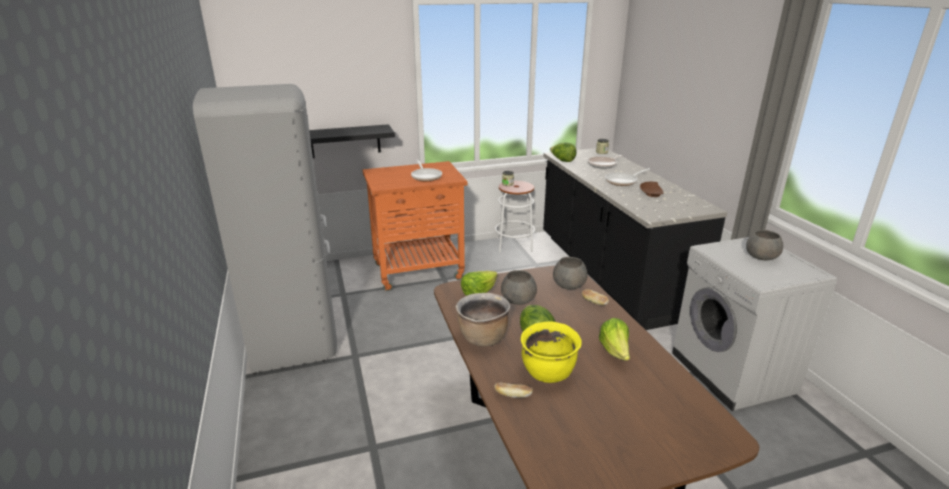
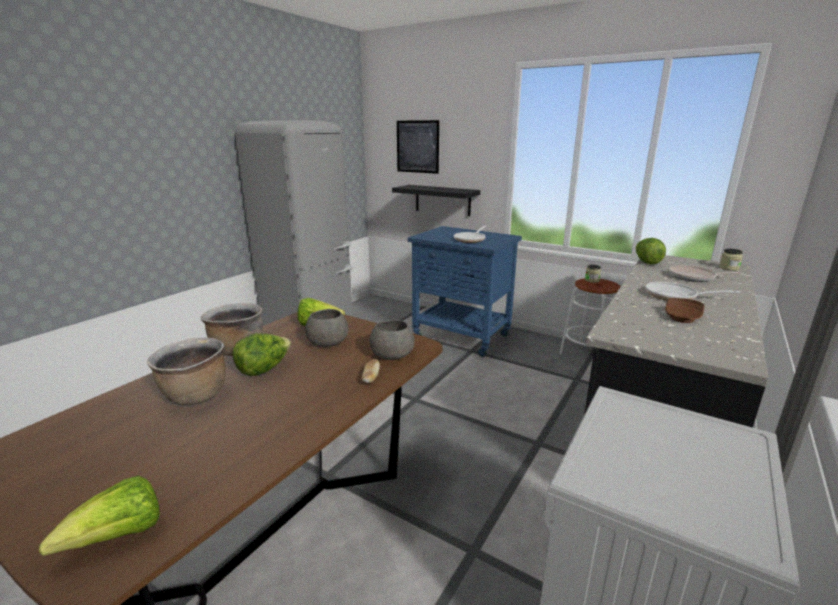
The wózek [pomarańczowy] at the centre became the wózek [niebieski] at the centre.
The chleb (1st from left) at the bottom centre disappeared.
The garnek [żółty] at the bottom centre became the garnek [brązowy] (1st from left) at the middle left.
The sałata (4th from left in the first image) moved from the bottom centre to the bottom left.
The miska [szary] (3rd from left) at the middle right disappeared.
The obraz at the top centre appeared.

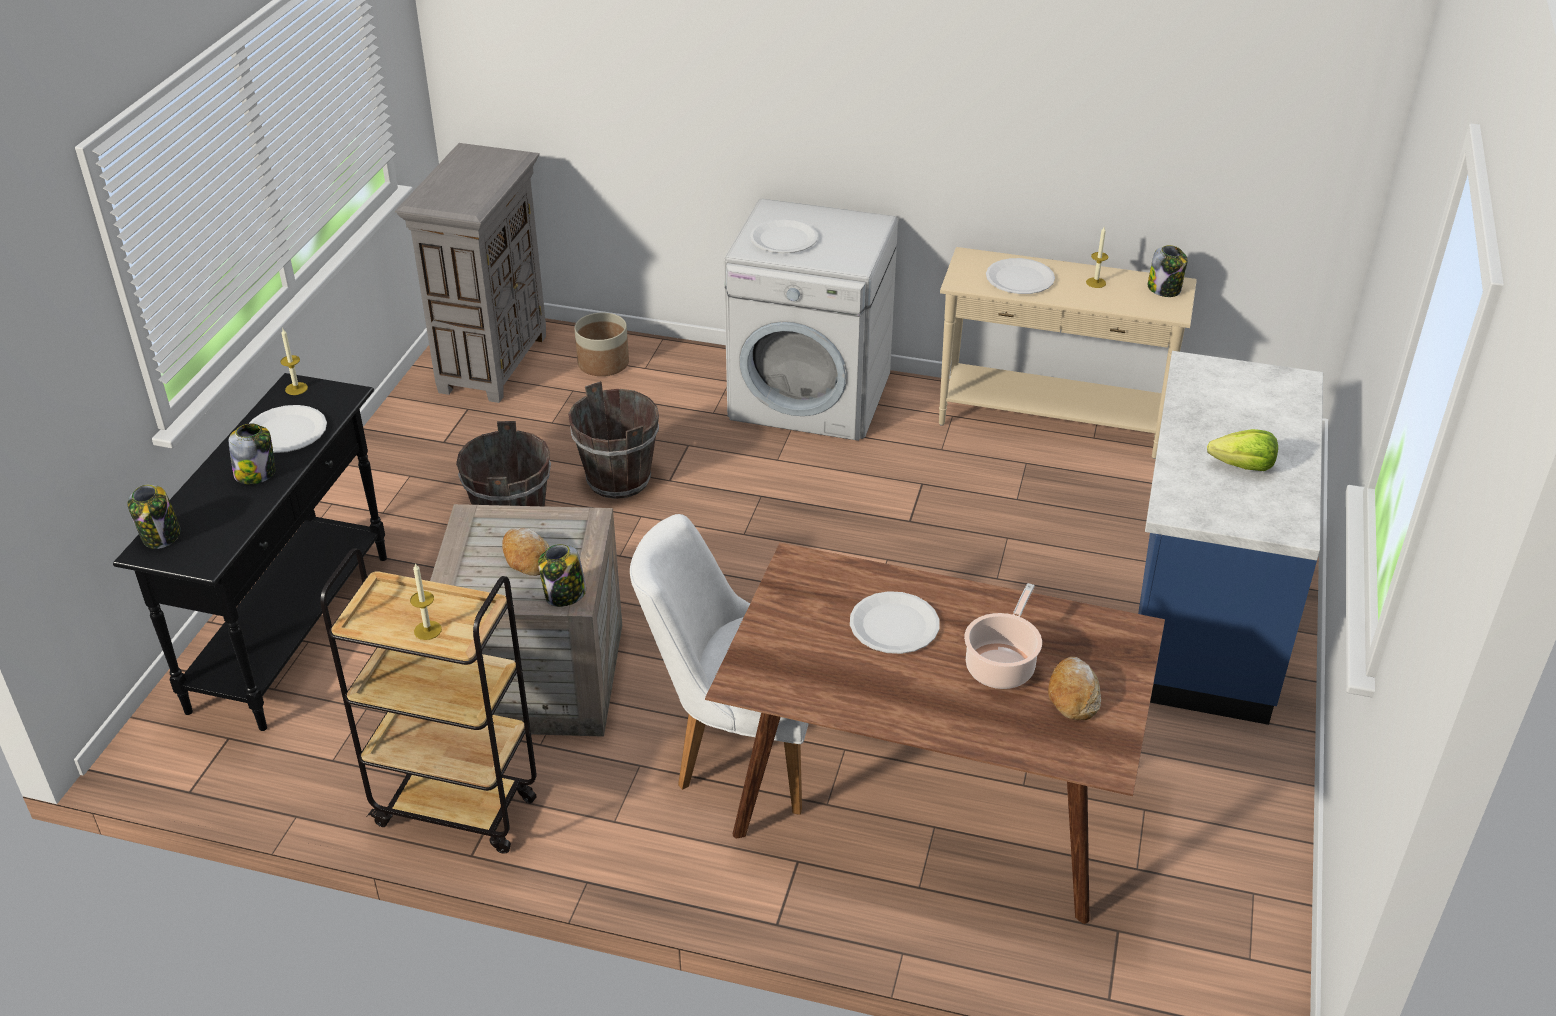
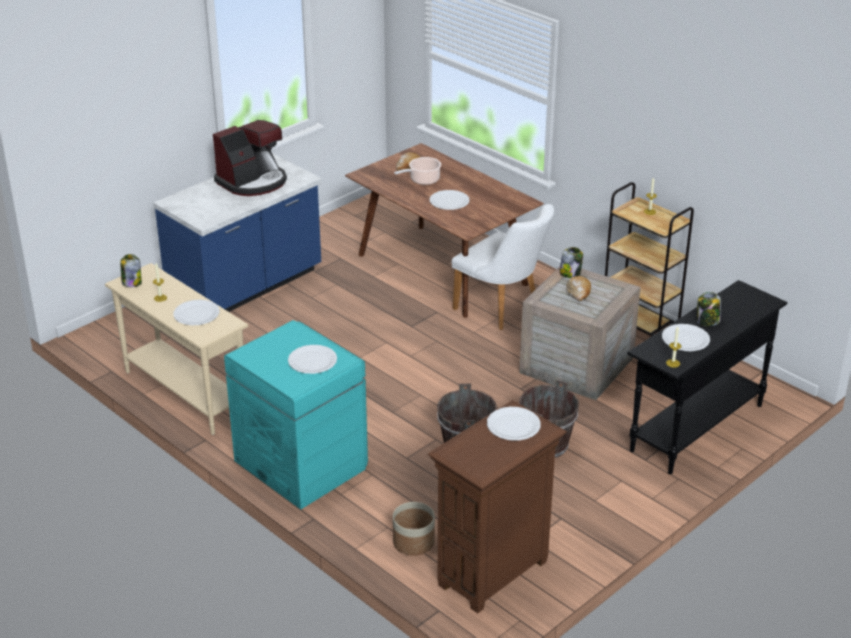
The słoik (1st from left) at the middle left disappeared.
The szafka [szary] at the top left became the szafka [brązowy] at the bottom centre.
The pralka [biały] at the top centre became the pralka [turkusowy] at the centre.
The sałata at the middle right was replaced by the ekspres do kawy at the top left.
The talerz [biały] (4th from left) at the centre appeared.

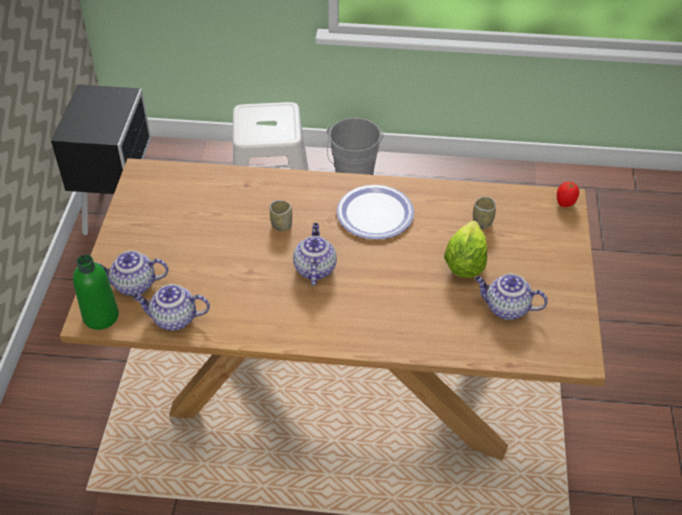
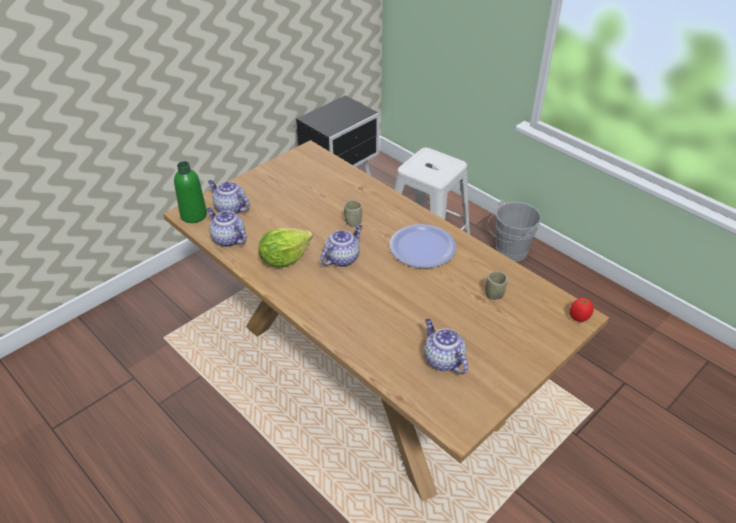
The sałata moved from the middle right to the centre.

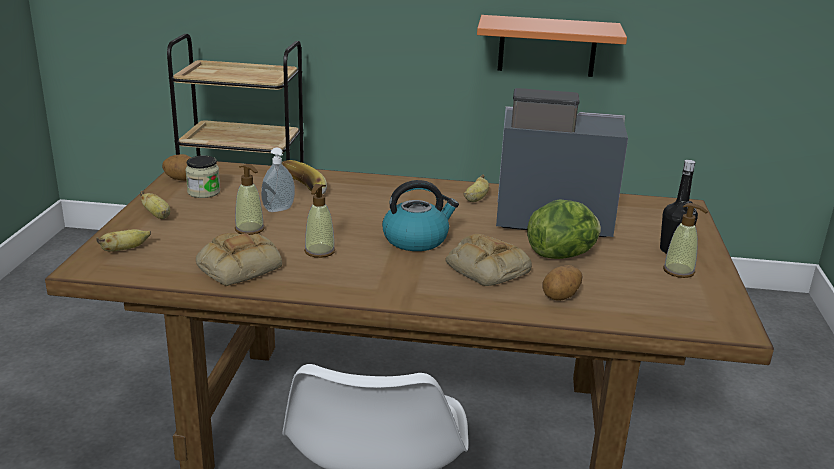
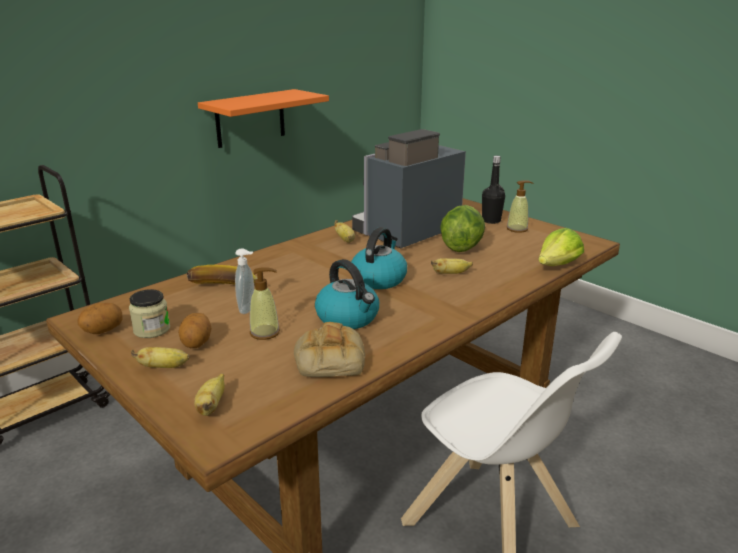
The dozownik mydła (3rd from left) at the centre was replaced by the czajnik (1st from left) at the centre.
The chleb (2nd from left) at the centre was replaced by the banan (5th from left) at the centre.
The ziemniak (2nd from left) moved from the middle right to the middle left.
The sałata (2nd from left) at the middle right appeared.

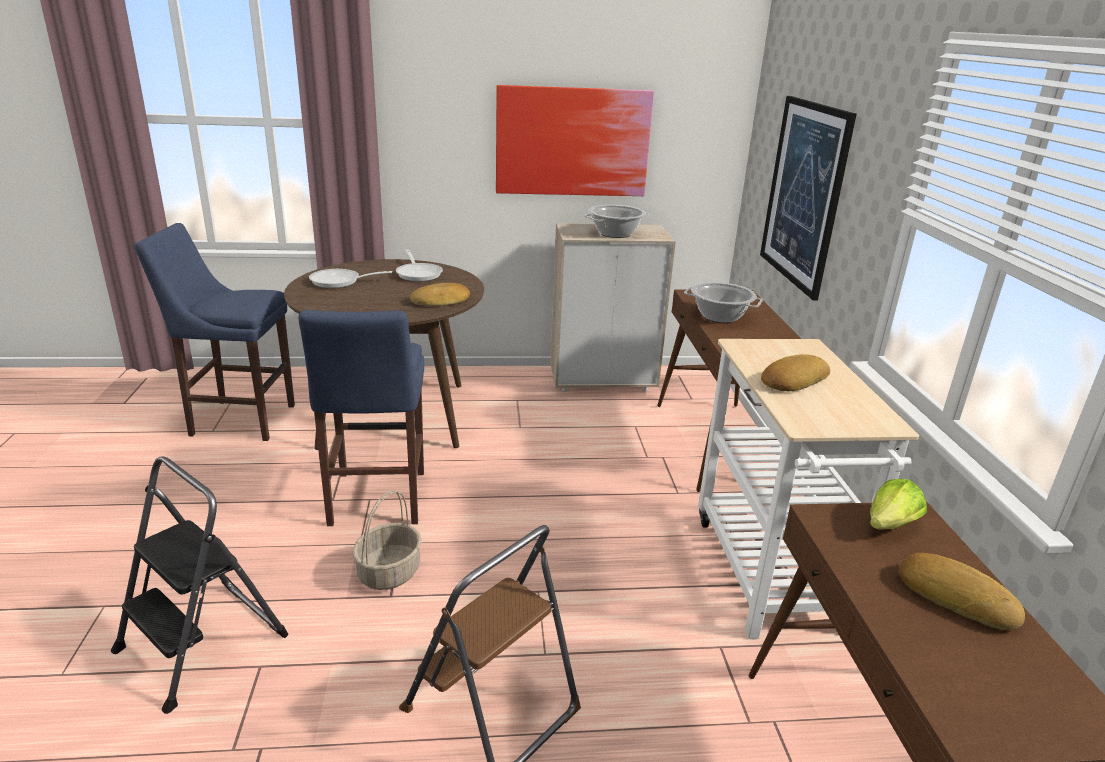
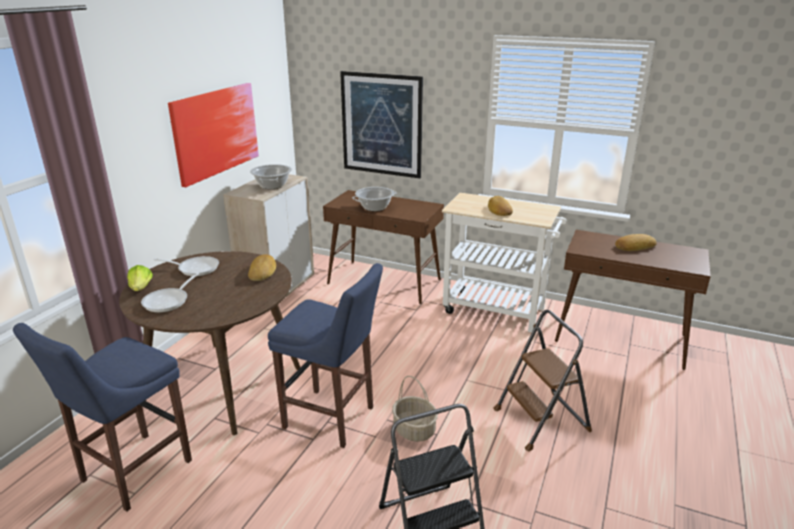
The sałata moved from the middle right to the middle left.

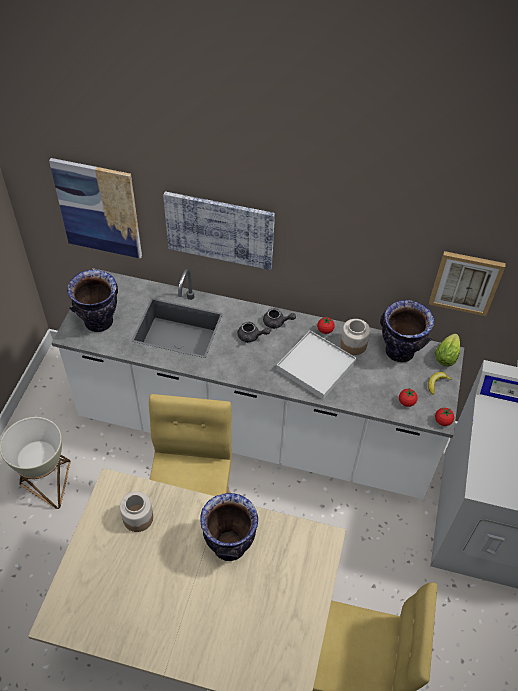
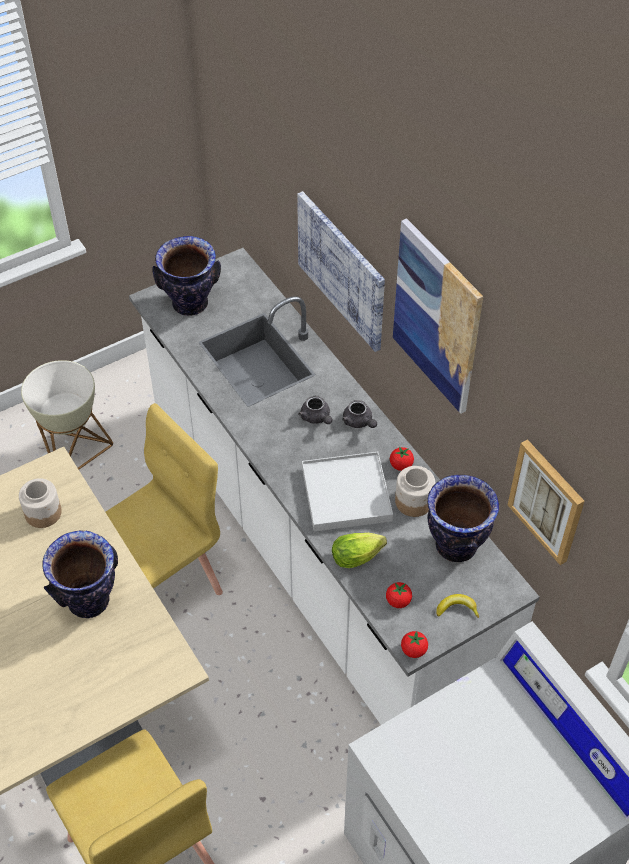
The obraz (1st from left in the first image) moved from the top left to the middle right.
The sałata moved from the middle right to the centre.

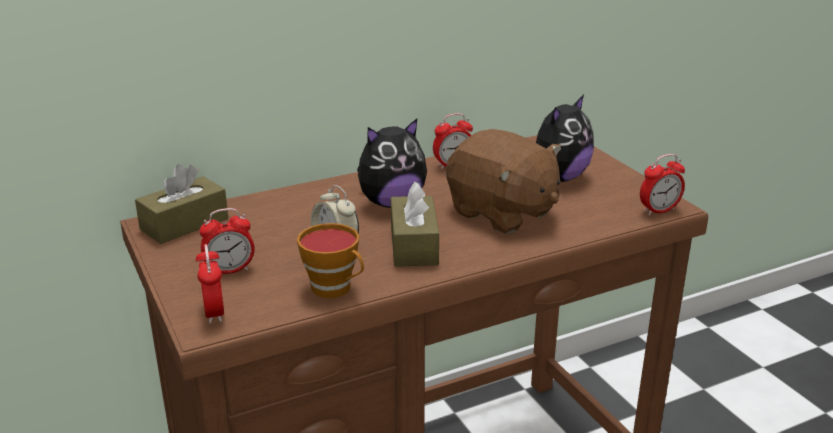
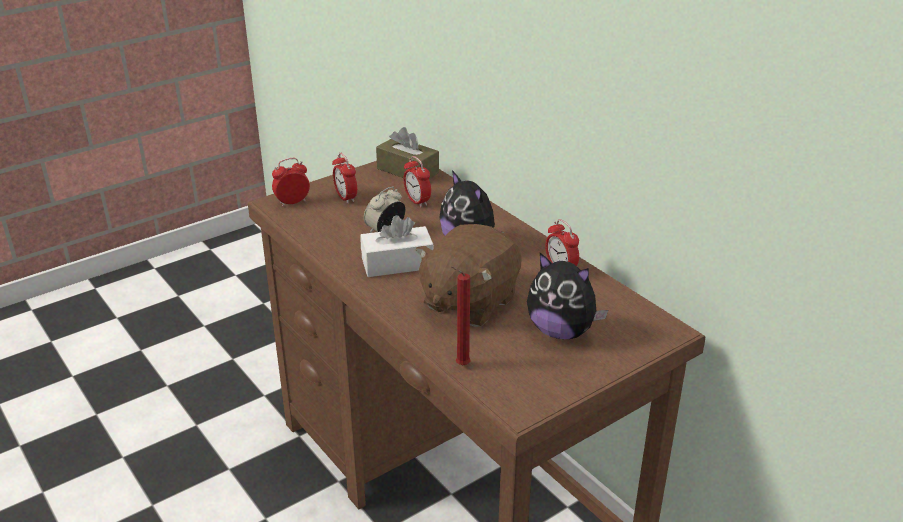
The filiżanka at the centre disappeared.
The pudełko chusteczek [brązowy] (2nd from left) at the centre became the pudełko chusteczek [biały] at the centre.
The budzik (5th from left in the first image) moved from the middle right to the centre.
The świeca [czerwony] at the centre appeared.

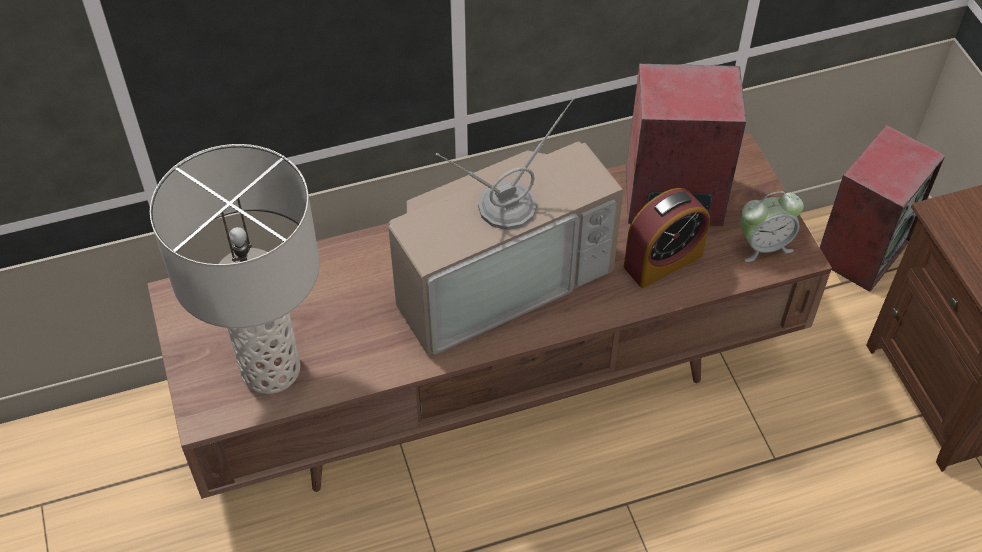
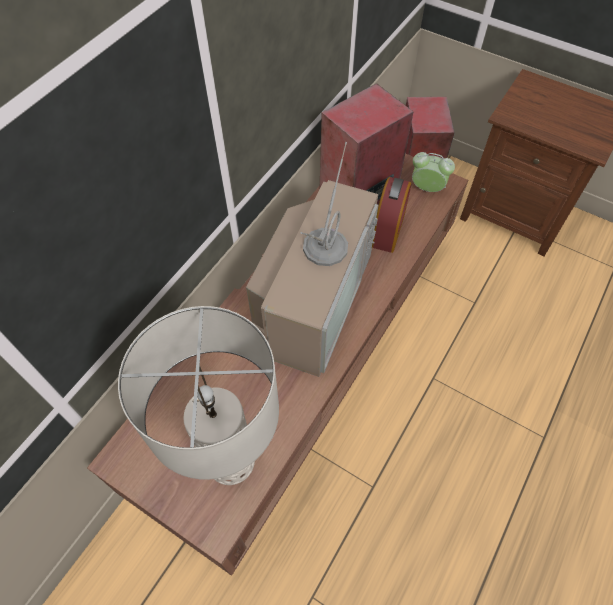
The budzik (2nd from left) at the middle right turned 105 degrees counterclockwise.

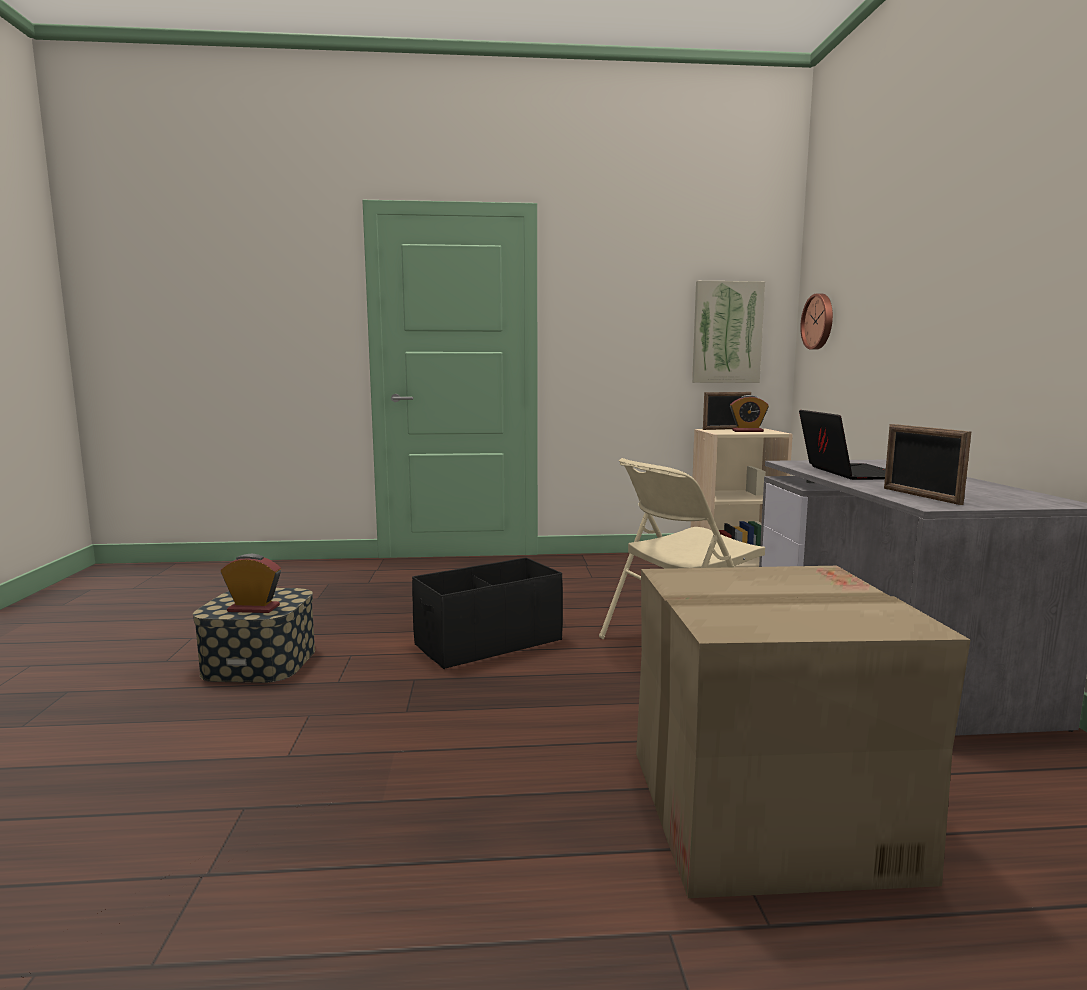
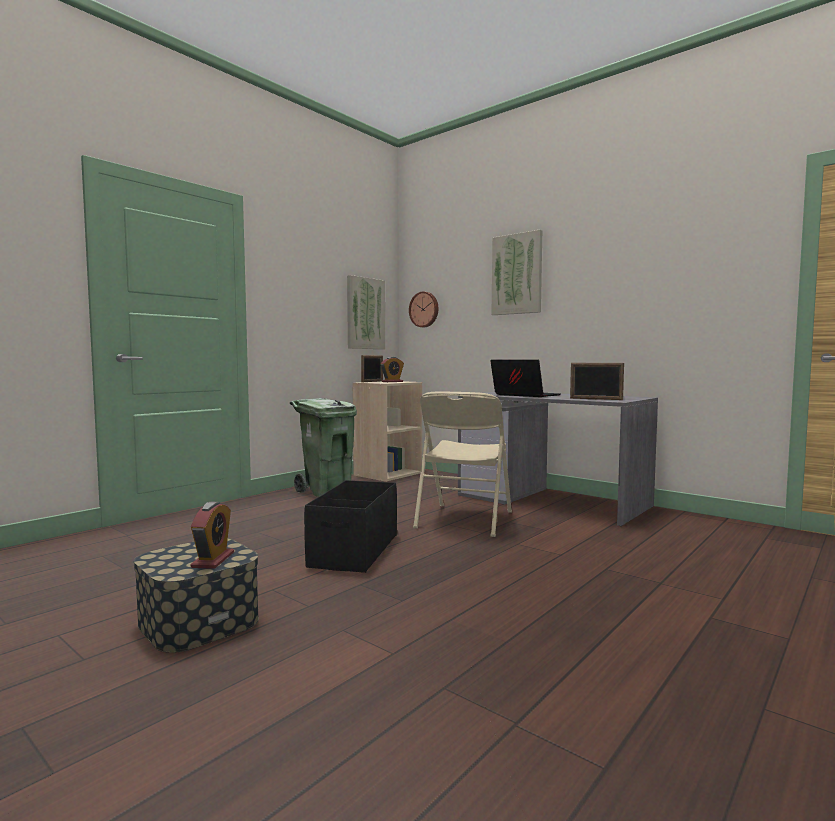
The budzik (1st from left) at the middle left turned 135 degrees clockwise.
The karton at the bottom right disappeared.
The kosz na śmieci [zielony] at the centre appeared.
The obraz (2nd from left) at the top centre appeared.

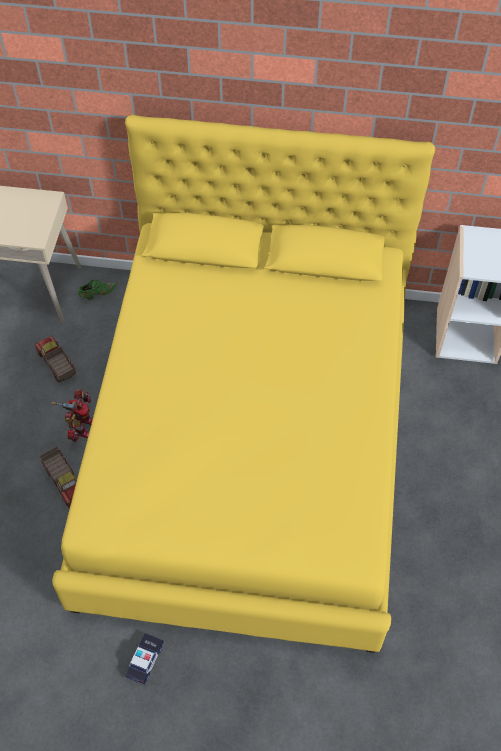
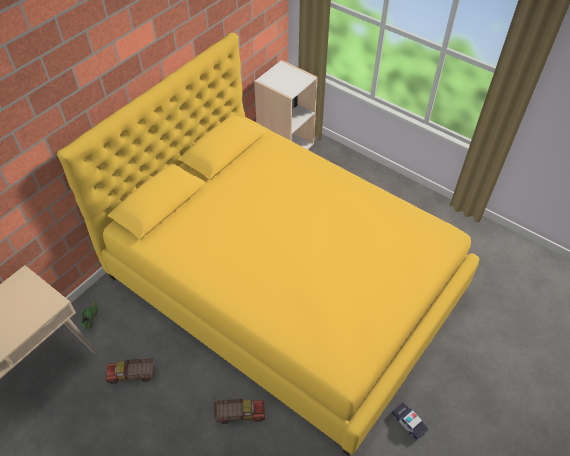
The robot zabawkowy at the middle left disappeared.

